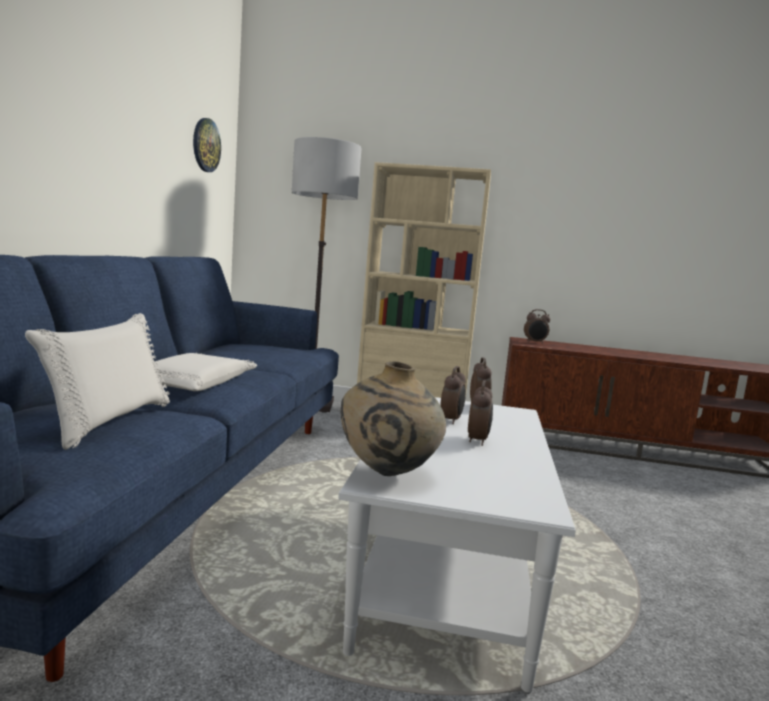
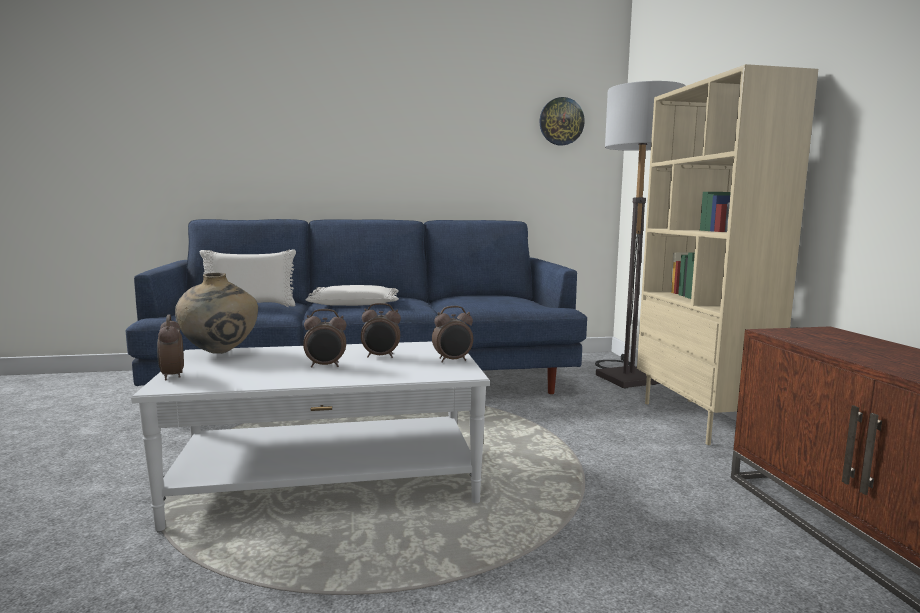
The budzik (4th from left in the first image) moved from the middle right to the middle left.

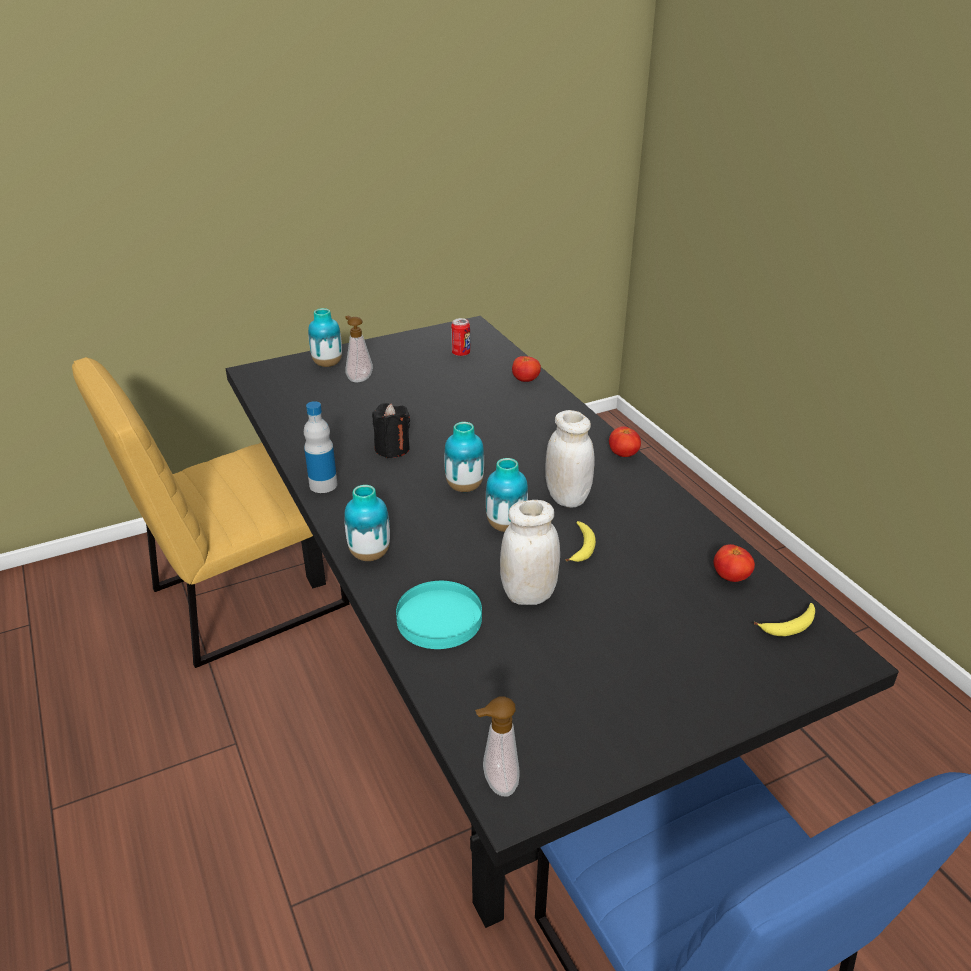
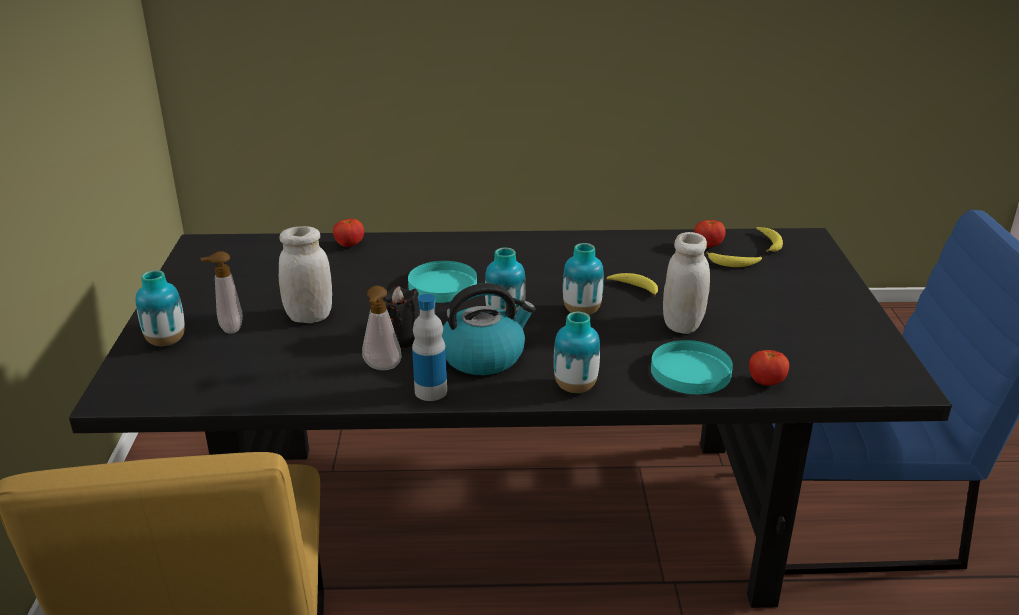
The puszka at the centre disappeared.
The dozownik mydła (2nd from left) moved from the bottom centre to the centre.
The słoik [biały] (2nd from left in the first image) moved from the centre to the middle left.
The pomidor (2nd from left in the first image) moved from the centre to the middle right.
The talerz [turkusowy] (1st from left) at the centre appeared.
The czajnik at the centre appeared.
The banan (2nd from left) at the middle right appeared.

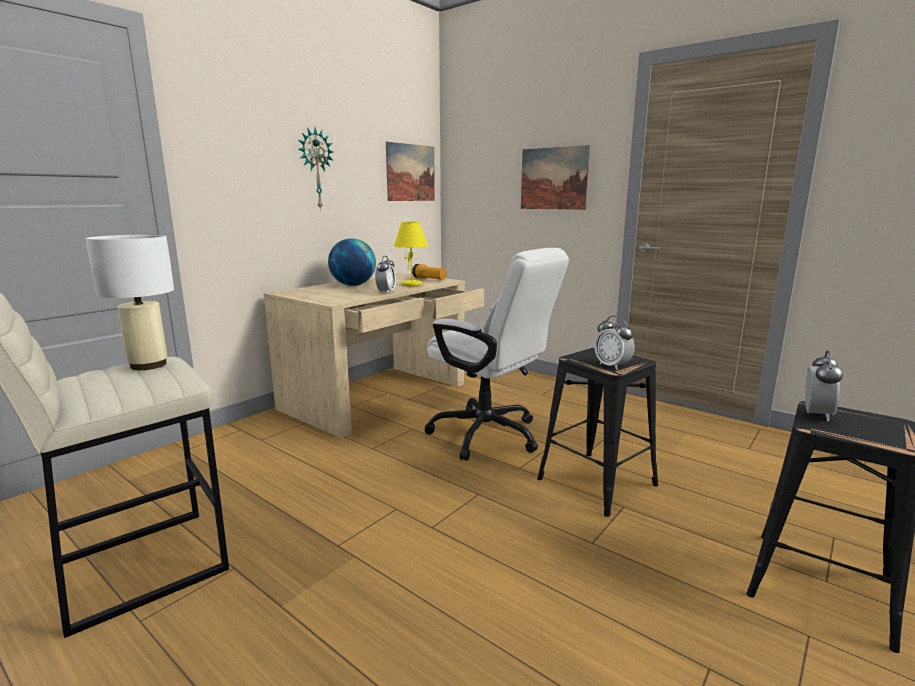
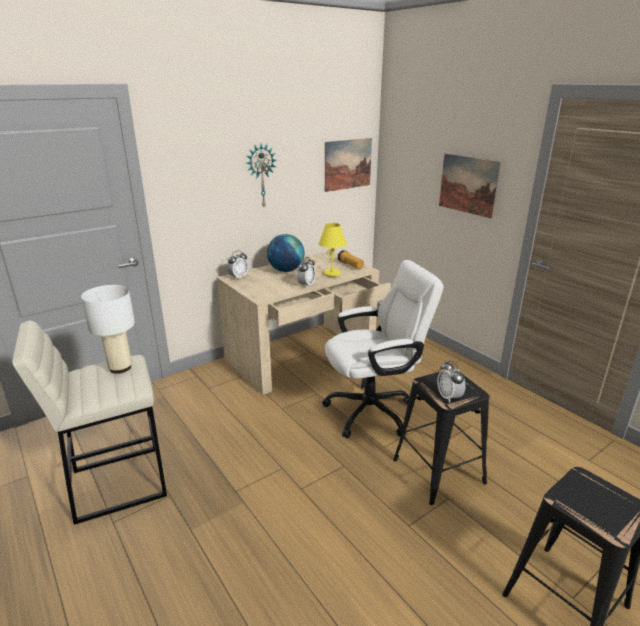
The krzesło biurowe [biały] at the centre turned 75 degrees counterclockwise.
The budzik (3rd from left in the first image) moved from the middle right to the centre.

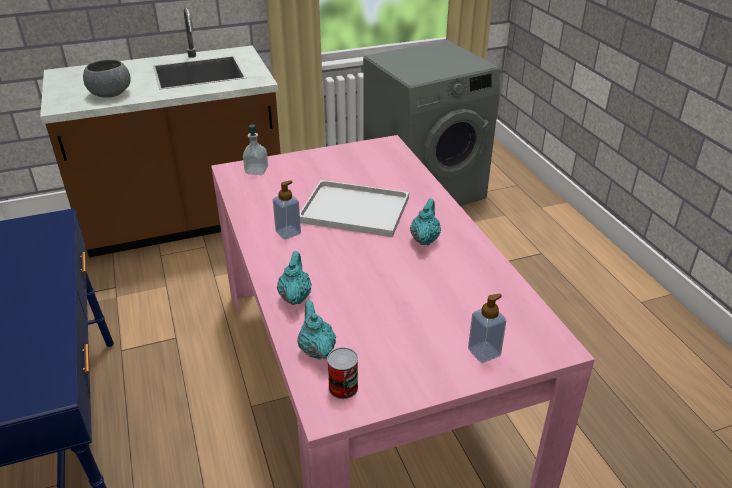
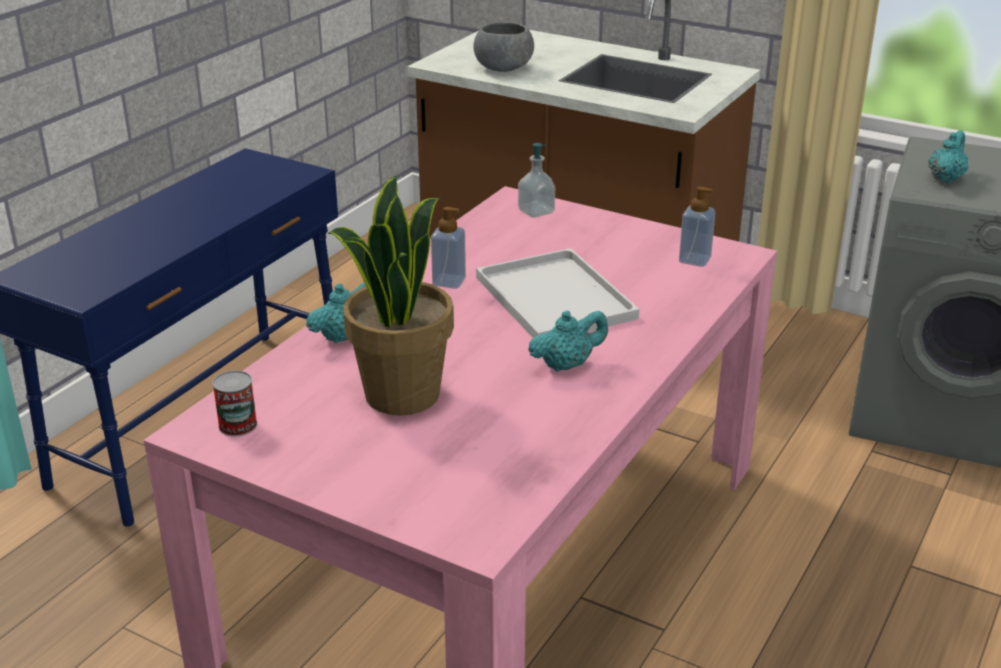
The imbryk [turkusowy] (2nd from left in the first image) moved from the bottom centre to the top right.
The dozownik mydła (3rd from left) moved from the bottom centre to the middle right.
The roślina doniczkowa at the centre appeared.

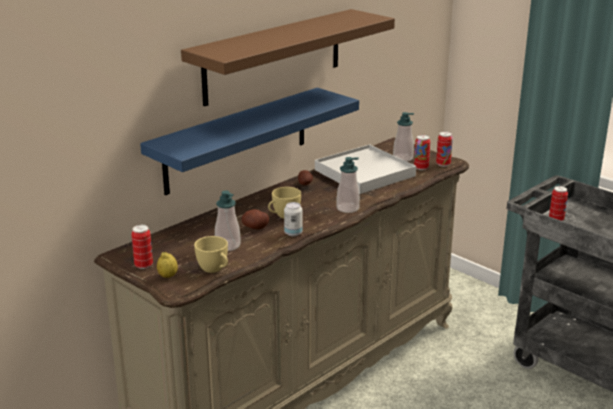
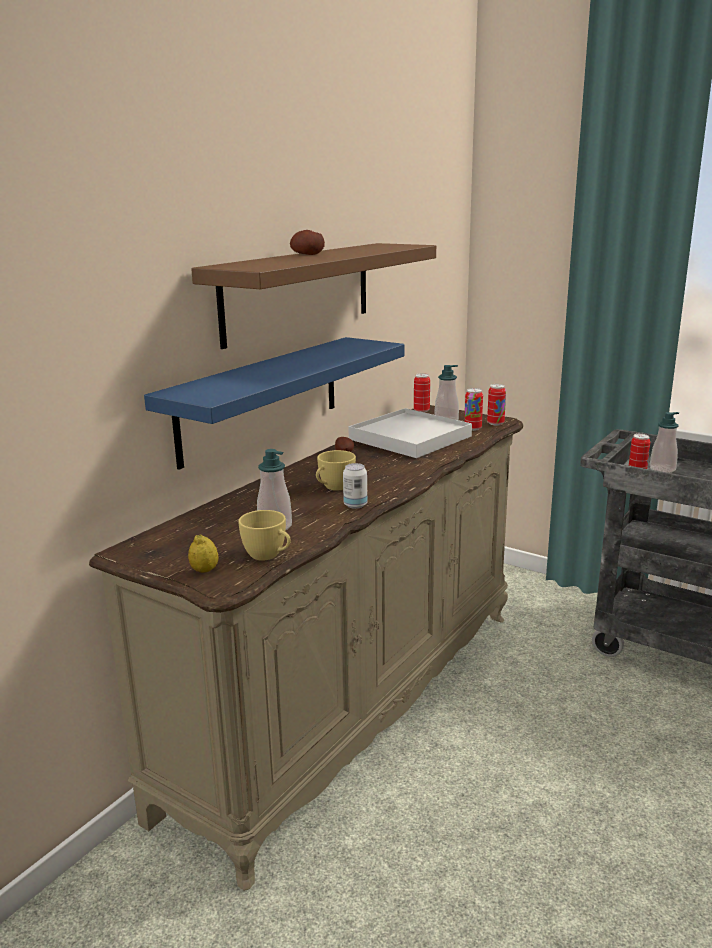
The puszka (1st from left in the first image) moved from the middle left to the centre.
The ziemniak (1st from left) moved from the centre to the top centre.
The dozownik mydła (2nd from left in the first image) moved from the centre to the middle right.

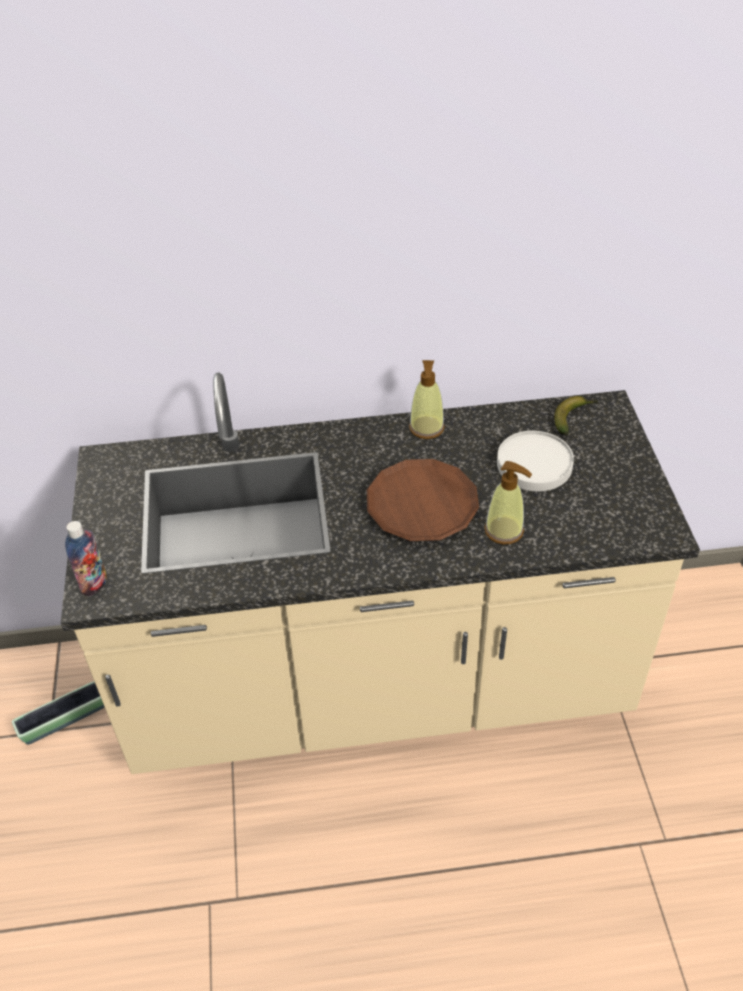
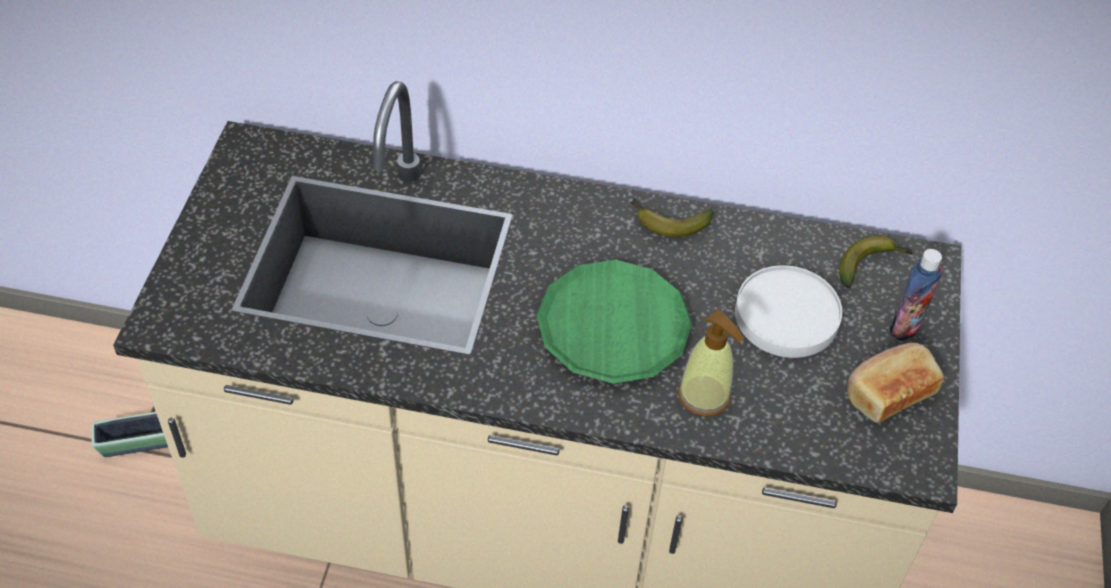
The butelka moved from the middle left to the middle right.
The talerz [brązowy] at the centre became the talerz [zielony] at the centre.
The dozownik mydła (1st from left) at the centre was replaced by the banan (1st from left) at the centre.
The chleb at the middle right appeared.

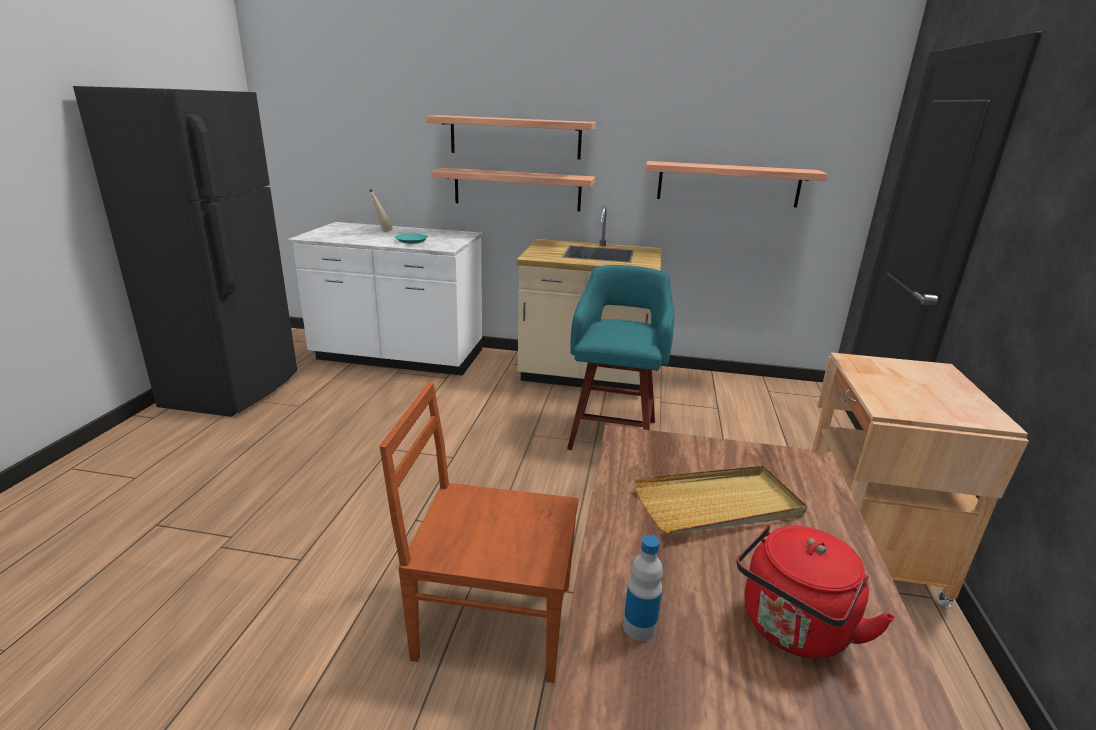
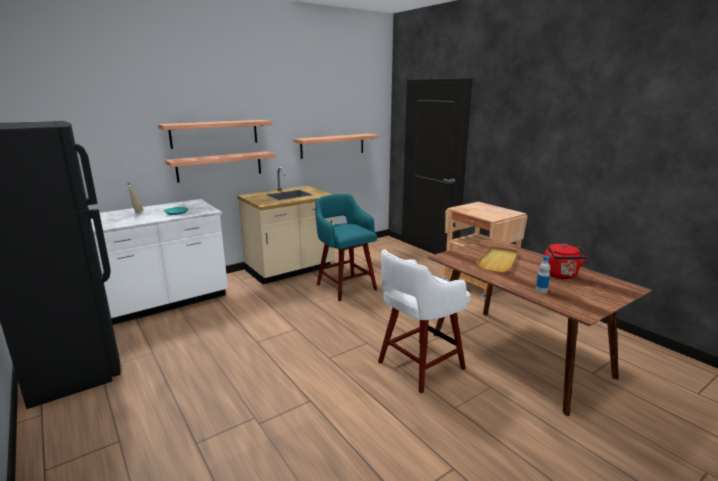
The krzesło [brązowy] at the bottom centre was replaced by the stołek [biały] at the bottom centre.

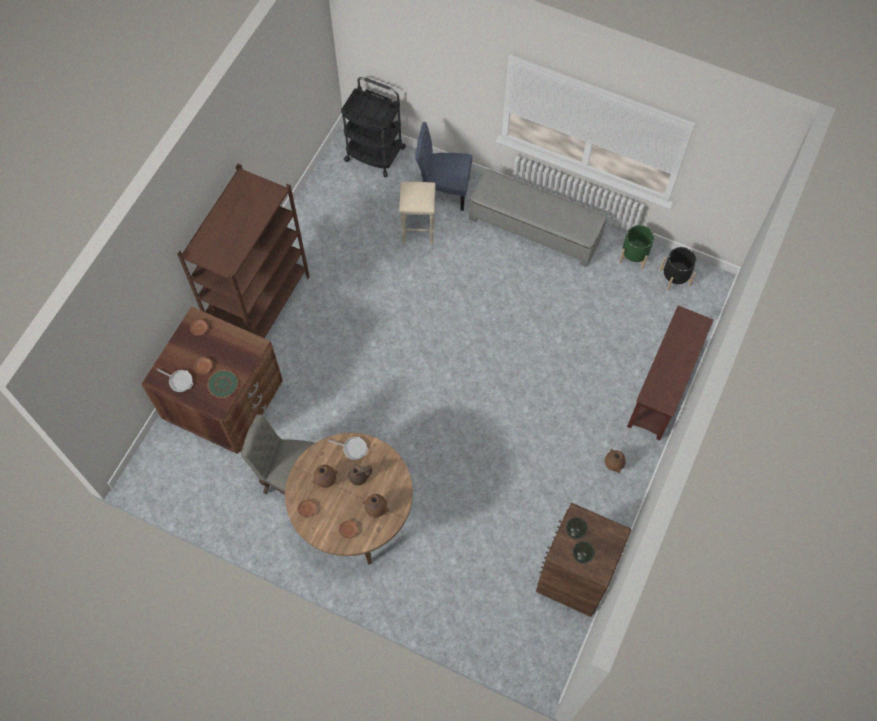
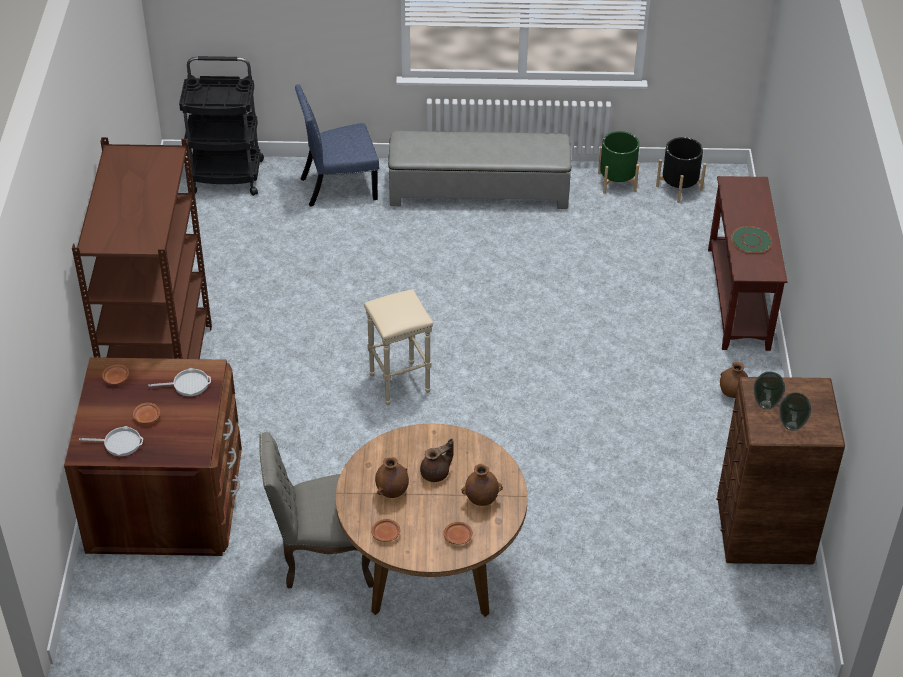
The talerz [zielony] moved from the middle left to the middle right.
The patelnia (2nd from left) moved from the centre to the middle left.
The stołek [beżowy] moved from the top centre to the centre.

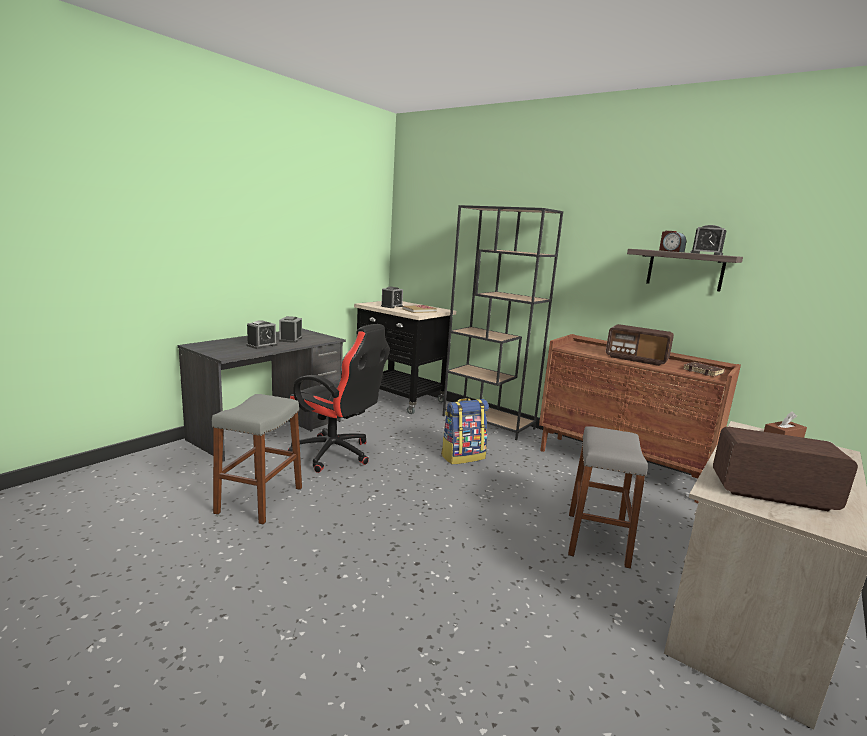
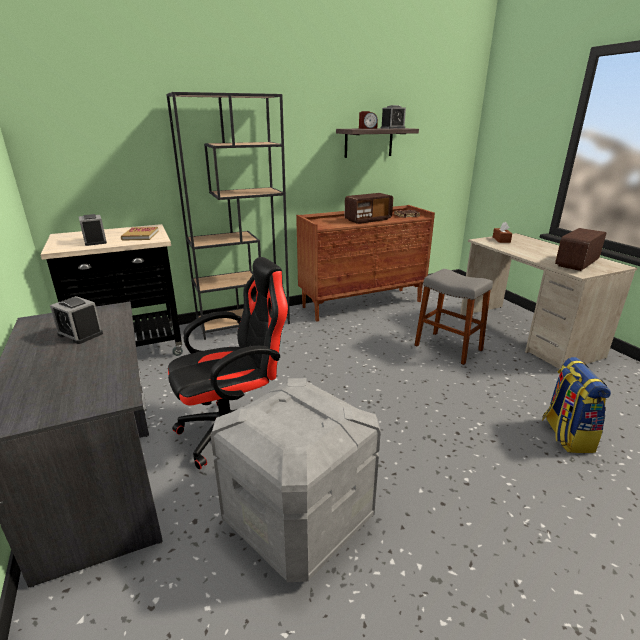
The stołek [szary] (1st from left) at the middle left was replaced by the pojemnik do przechowywania [szary] at the bottom centre.
The budzik (1st from left) at the middle left disappeared.
The plecak moved from the centre to the middle right.

